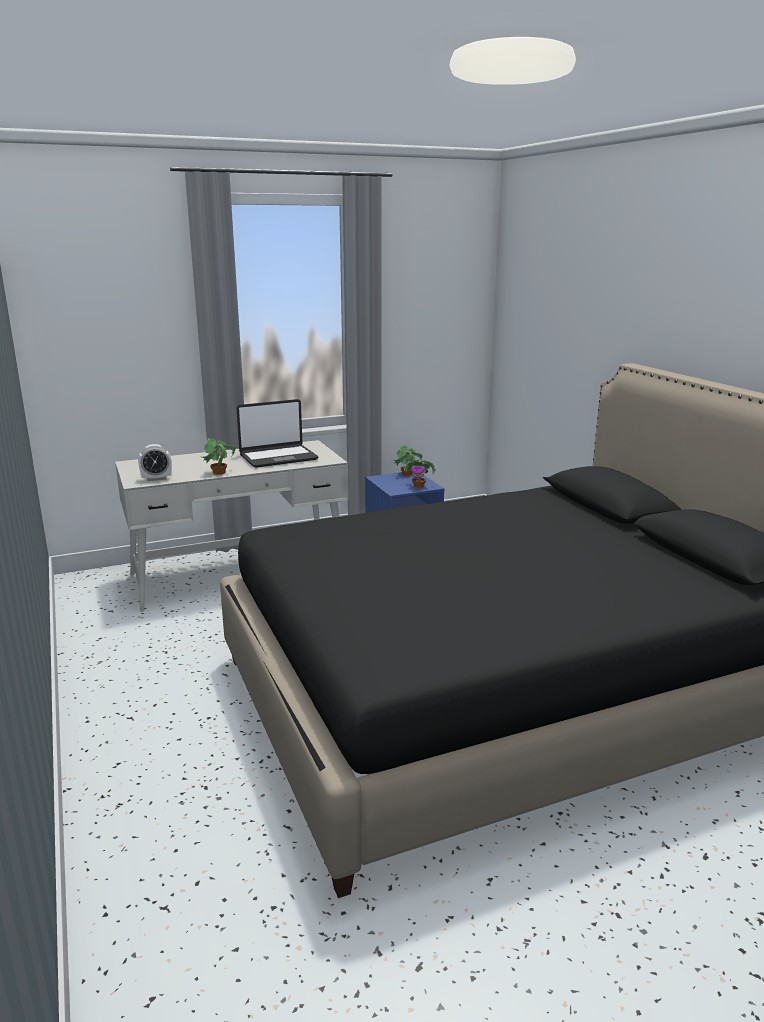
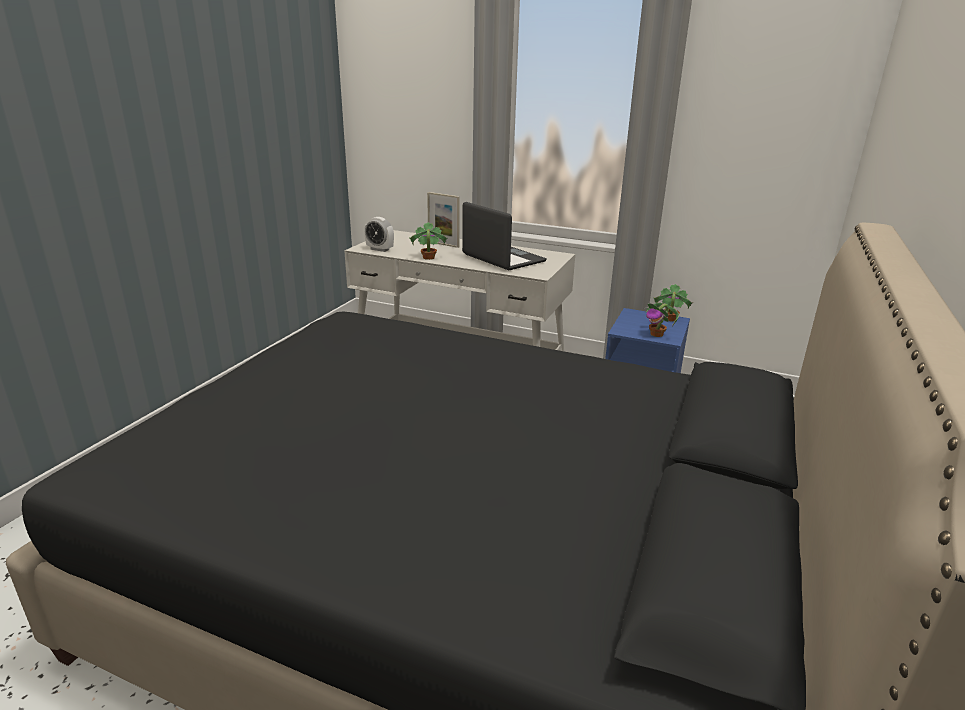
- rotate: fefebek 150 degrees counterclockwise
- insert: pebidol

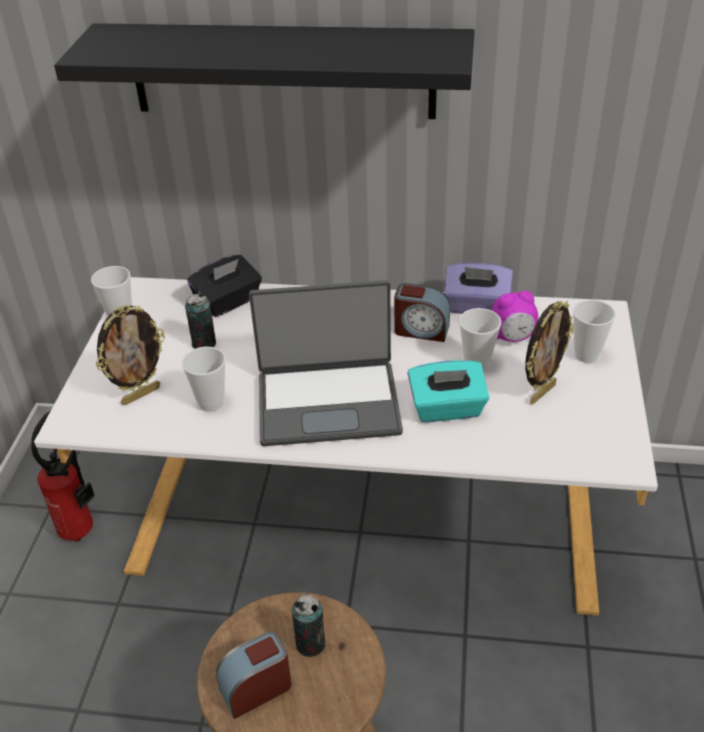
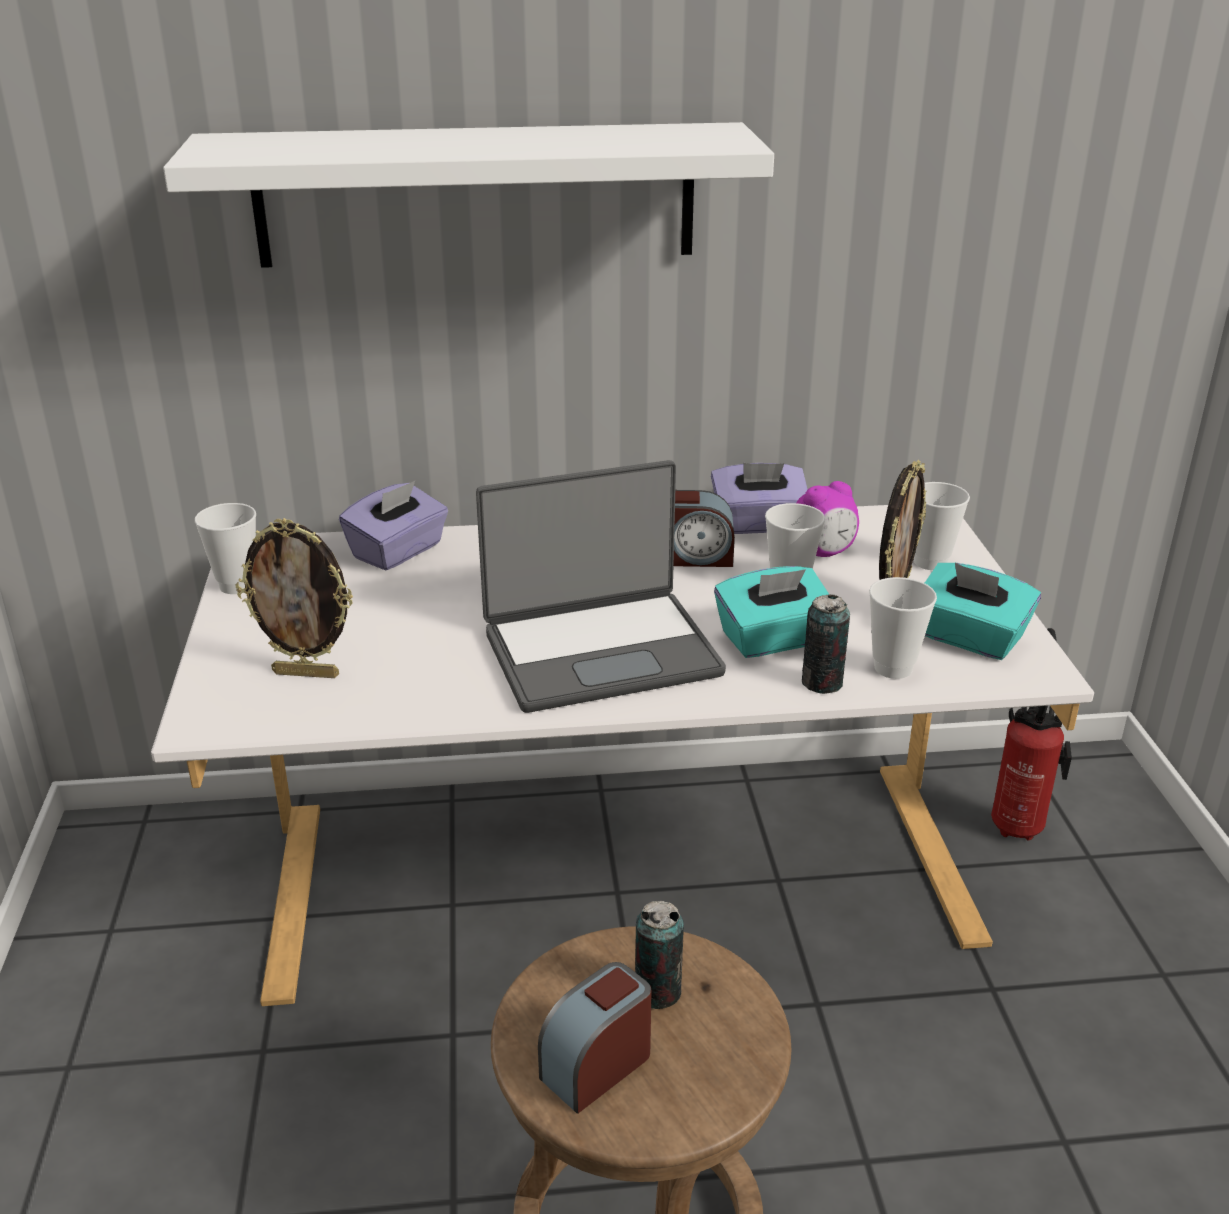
- move: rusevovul
- recolor: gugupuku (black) to gugupuku (white)
- rotate: pebidol (1st from left) 60 degrees clockwise
- move: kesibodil (2nd from left in the first image) to kesibodil (3rd from left)
- move: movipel (1st from left in the first image) to movipel (2nd from left)
- recolor: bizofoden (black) to bizofoden (purple) (1st from left)
- insert: bizofoden (turquoise) (2nd from left)

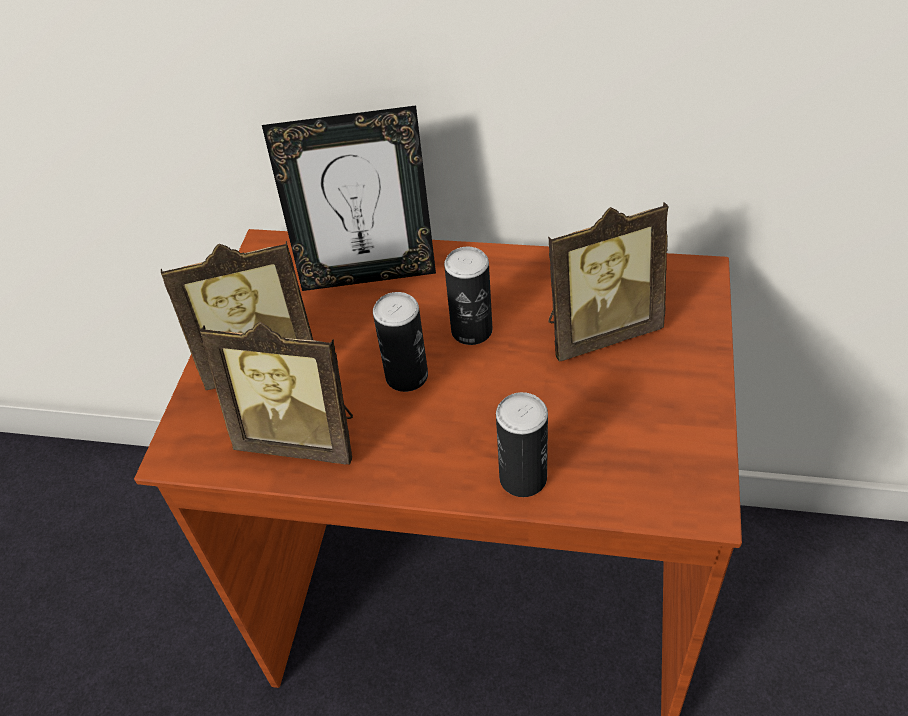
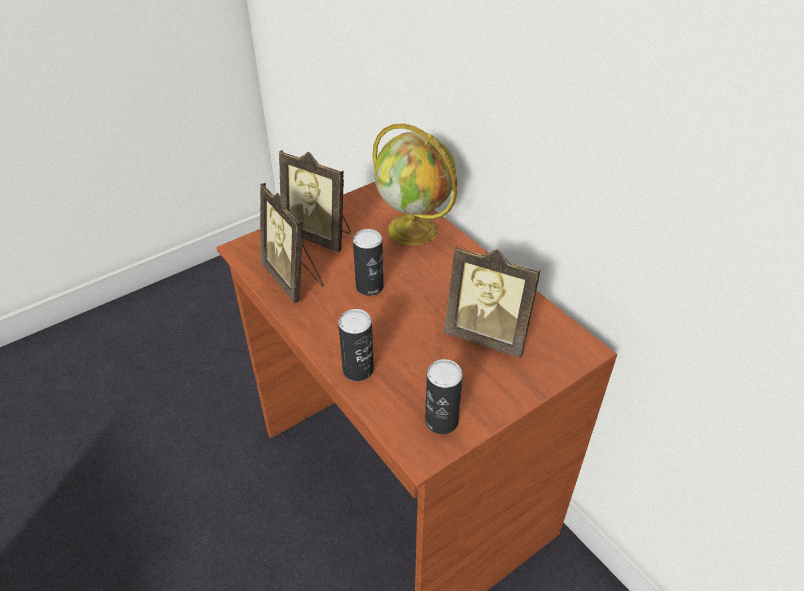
- replace: pebidol (3rd from left) to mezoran
- move: movipel (2nd from left in the first image) to movipel (3rd from left)

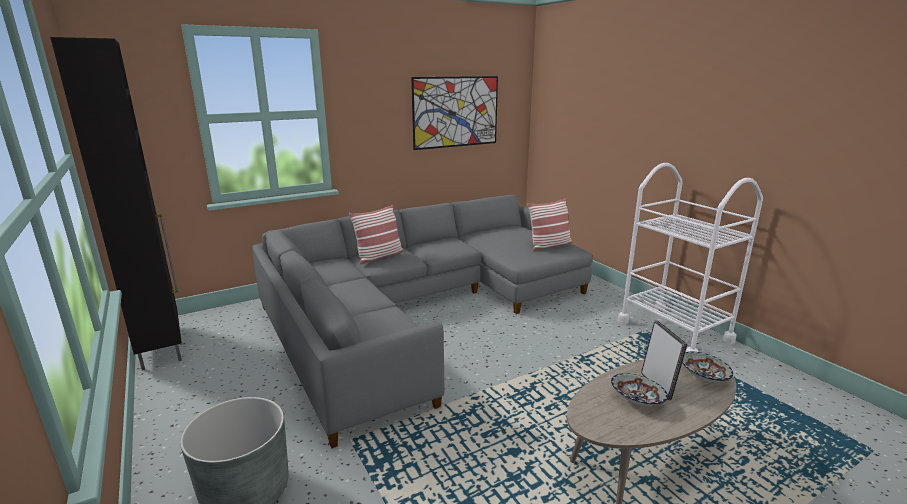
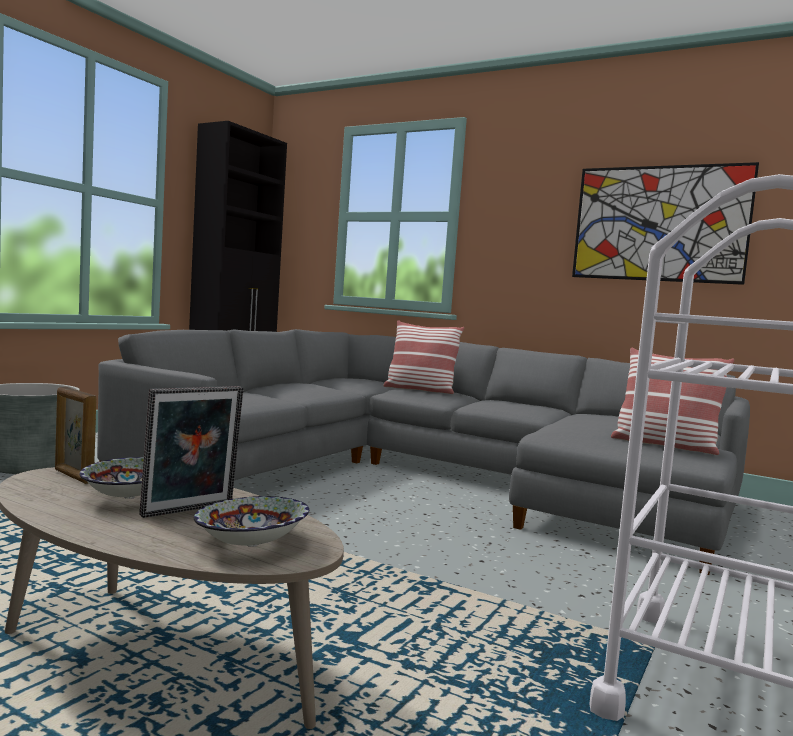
- insert: pebidol (1st from left)

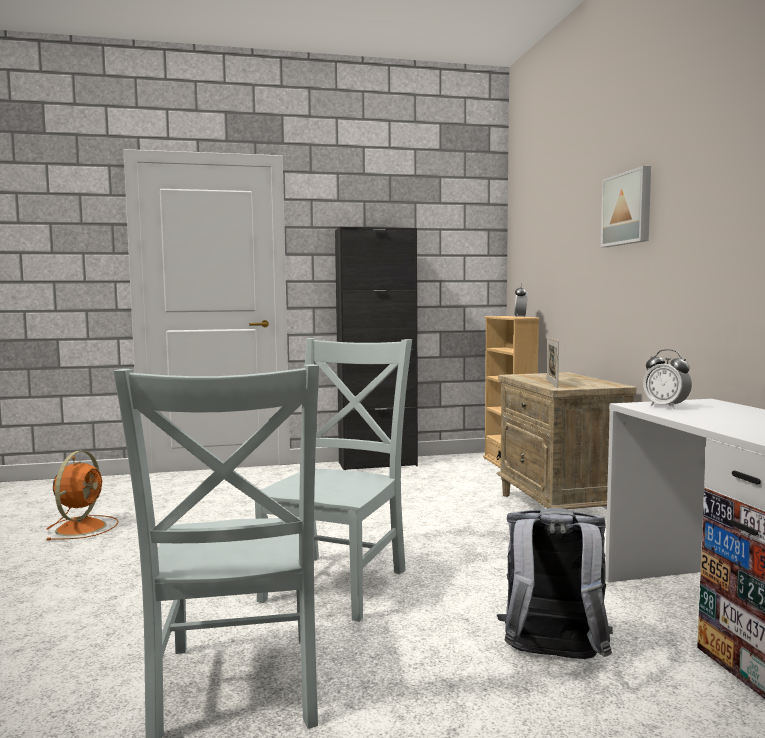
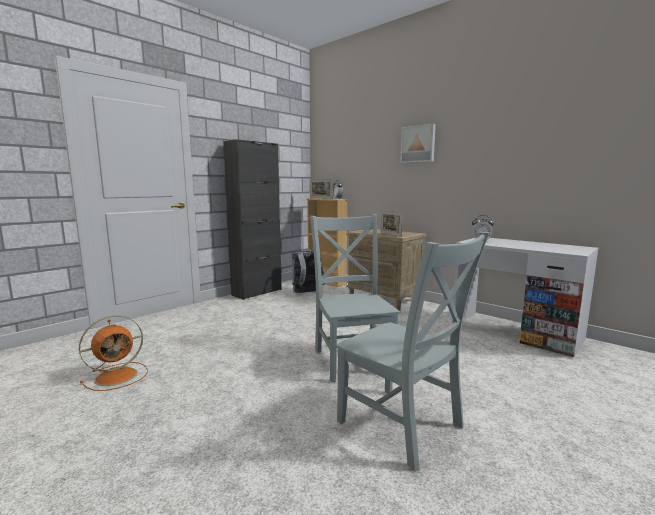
- rotate: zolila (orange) 75 degrees clockwise
- move: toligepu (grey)
- insert: pebidol (1st from left)

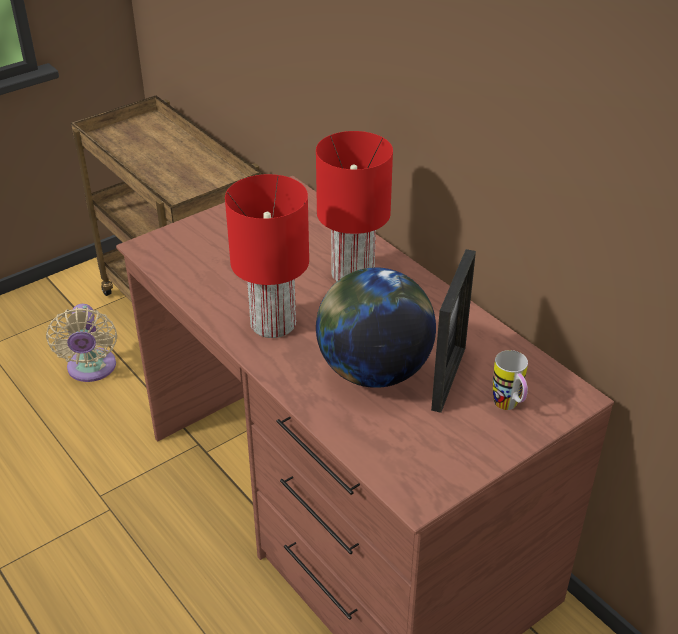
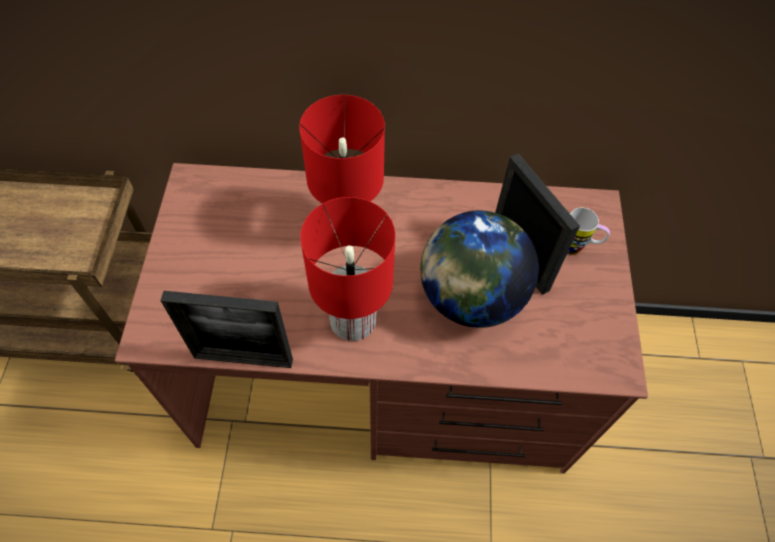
- delete: zolila (beige)
- insert: pebidol (1st from left)

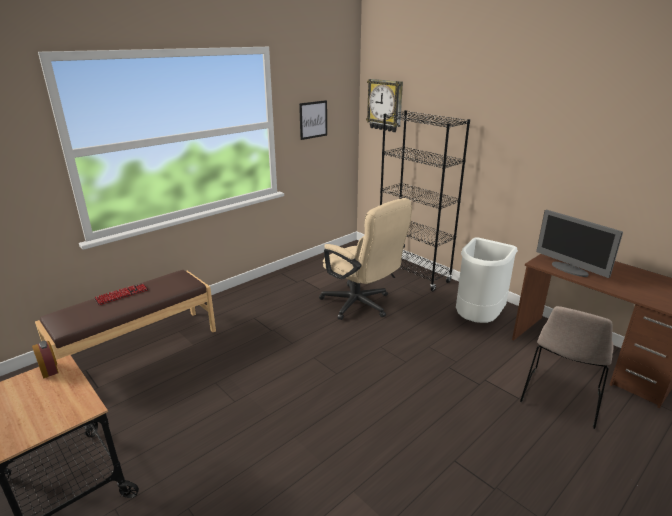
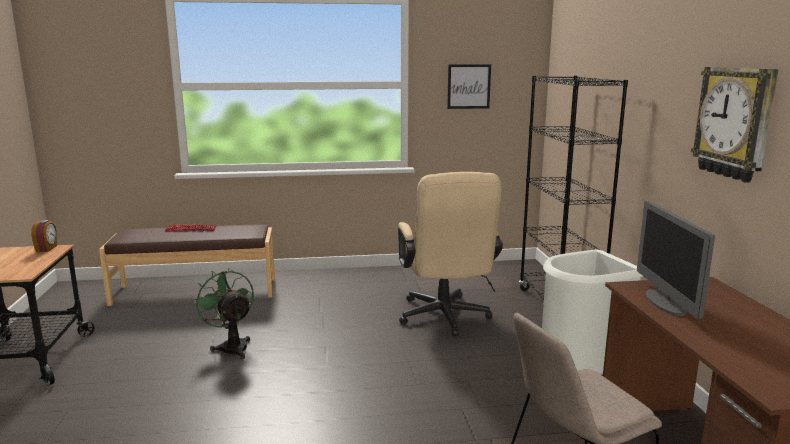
- move: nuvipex
- insert: zolila (green)

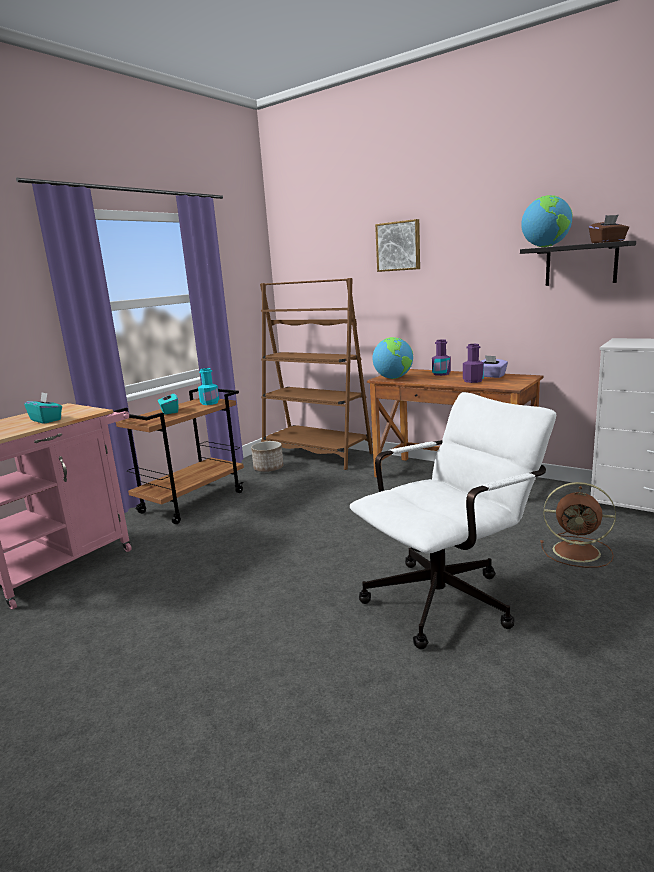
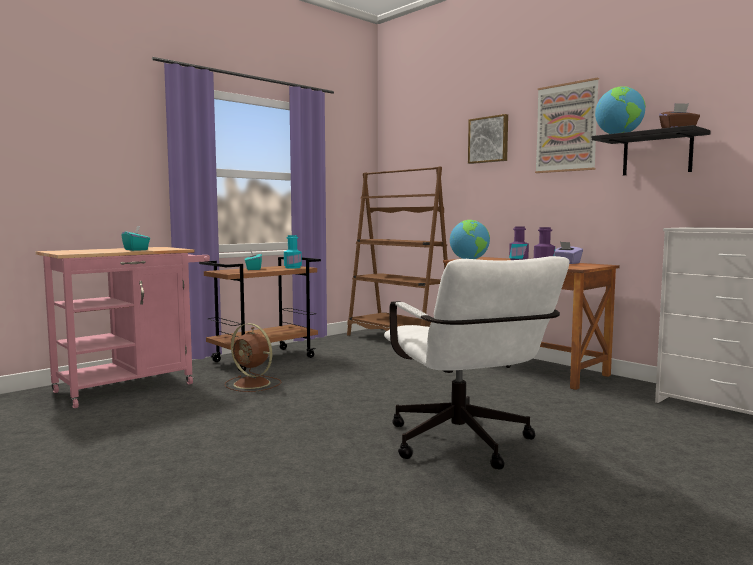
- delete: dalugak
- rotate: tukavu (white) 90 degrees clockwise
- move: zolila (brown)
- insert: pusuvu (2nd from left)

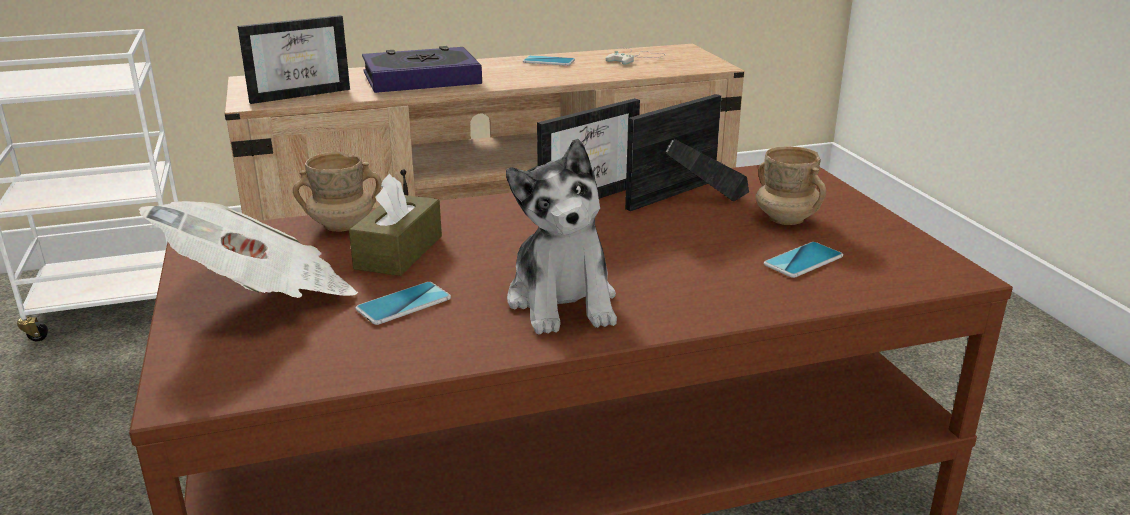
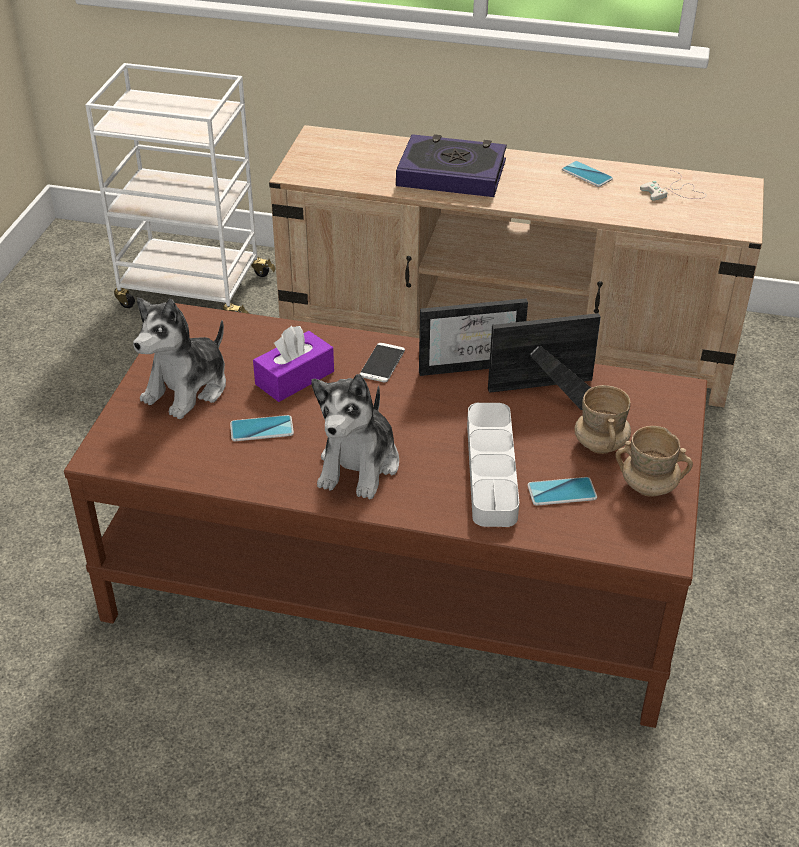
- replace: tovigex to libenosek (1st from left)
- delete: pebidol (1st from left)
- move: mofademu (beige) (1st from left in the first image) to mofademu (beige) (2nd from left)
- recolor: bizofoden (brown) to bizofoden (purple)
- insert: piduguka (2nd from left)
- insert: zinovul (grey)

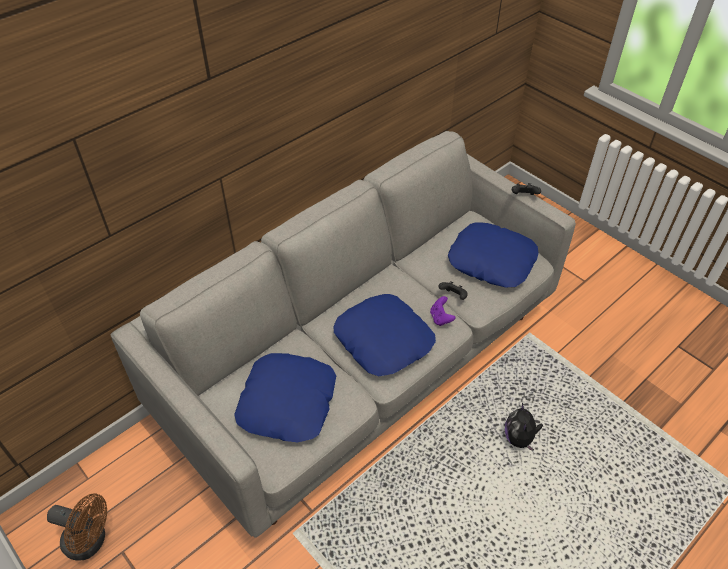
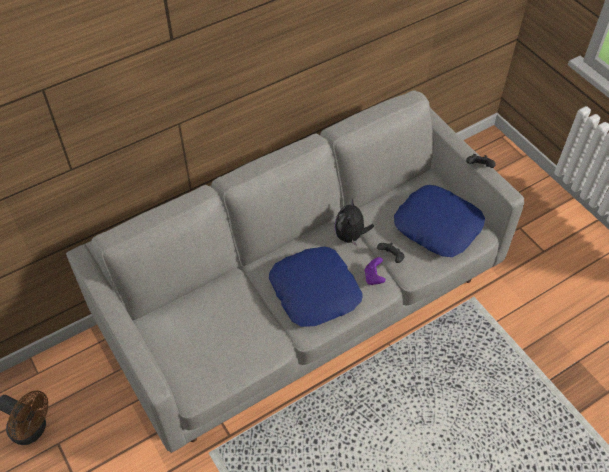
- delete: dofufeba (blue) (1st from left)
- move: libenosek

